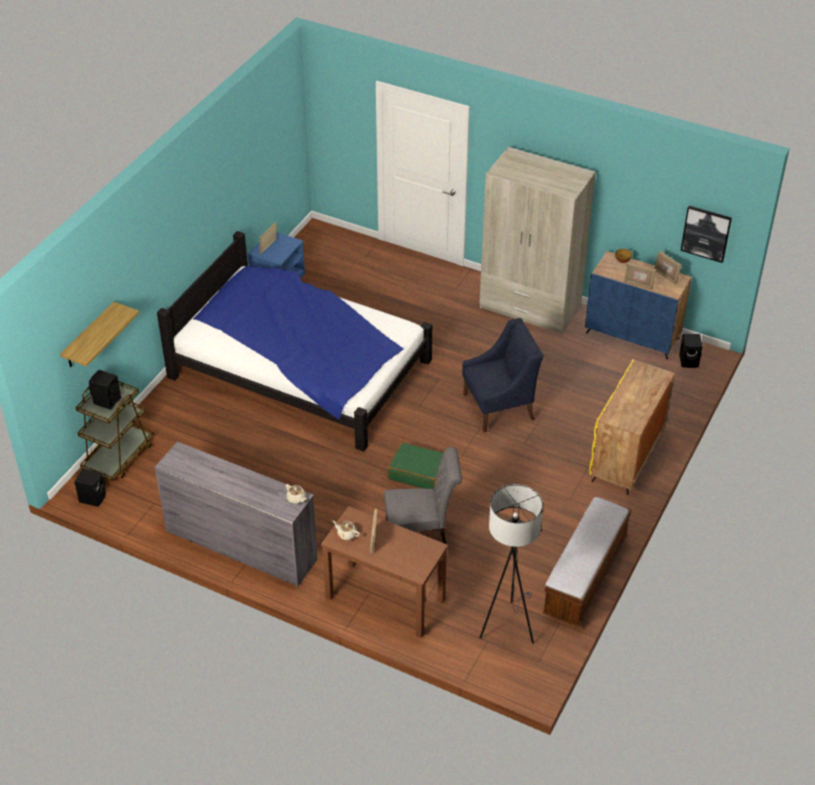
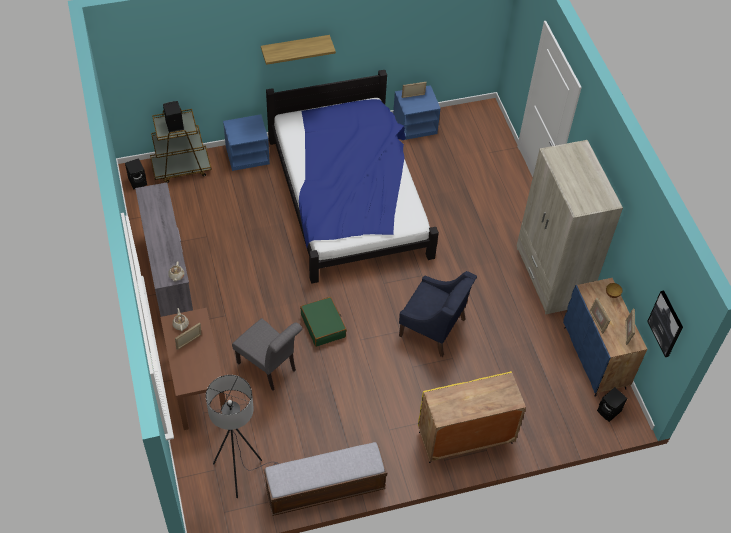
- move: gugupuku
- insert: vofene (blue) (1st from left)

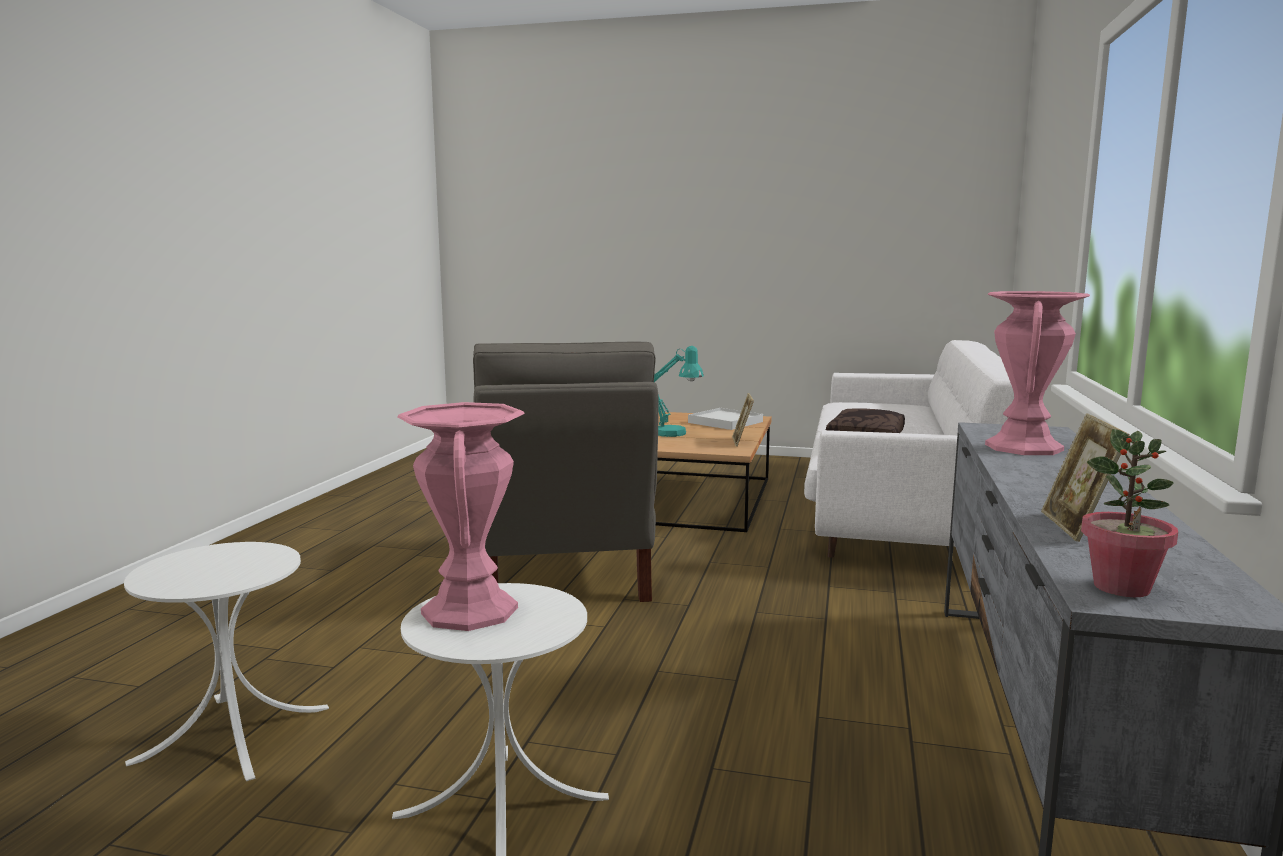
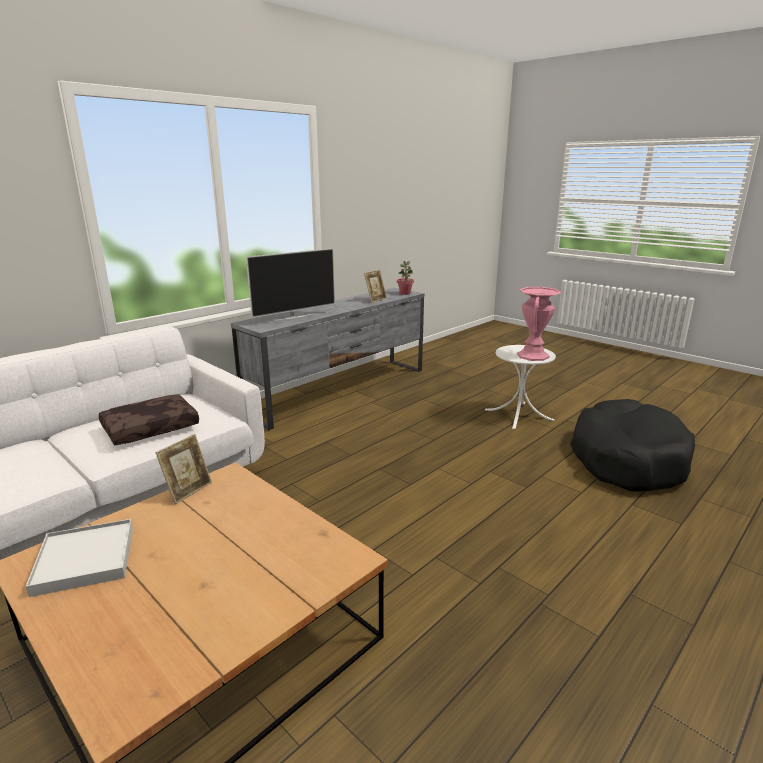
- replace: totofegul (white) (1st from left) to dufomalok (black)
- delete: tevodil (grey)
- delete: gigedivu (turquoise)
- replace: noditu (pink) (2nd from left) to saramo

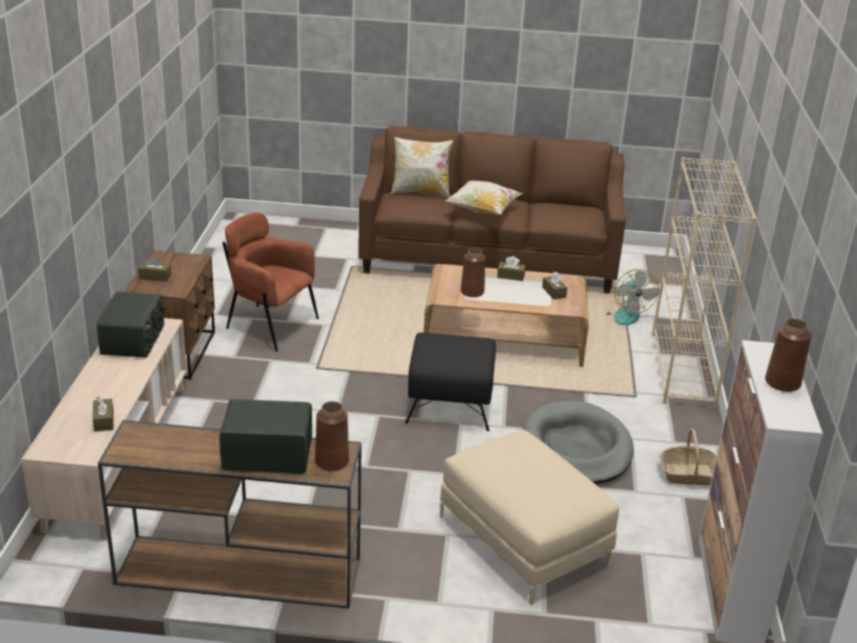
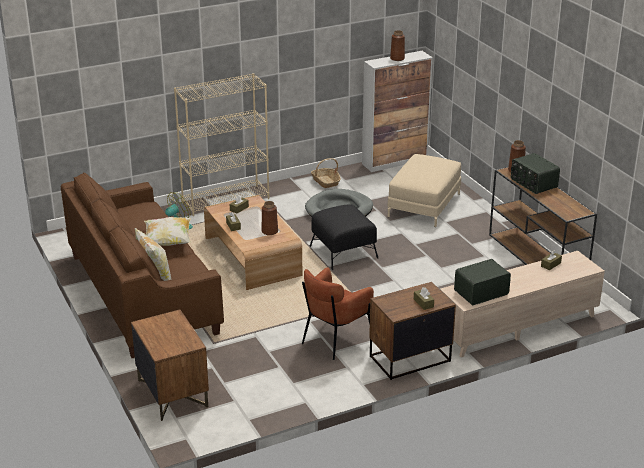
- rotate: tevodil (brown) 45 degrees clockwise
- insert: vofene (brown) (1st from left)

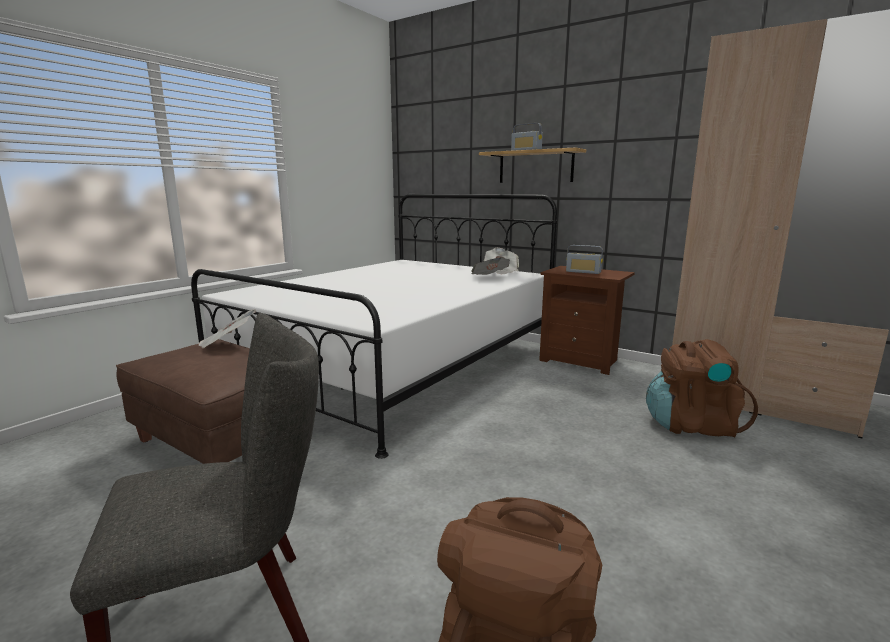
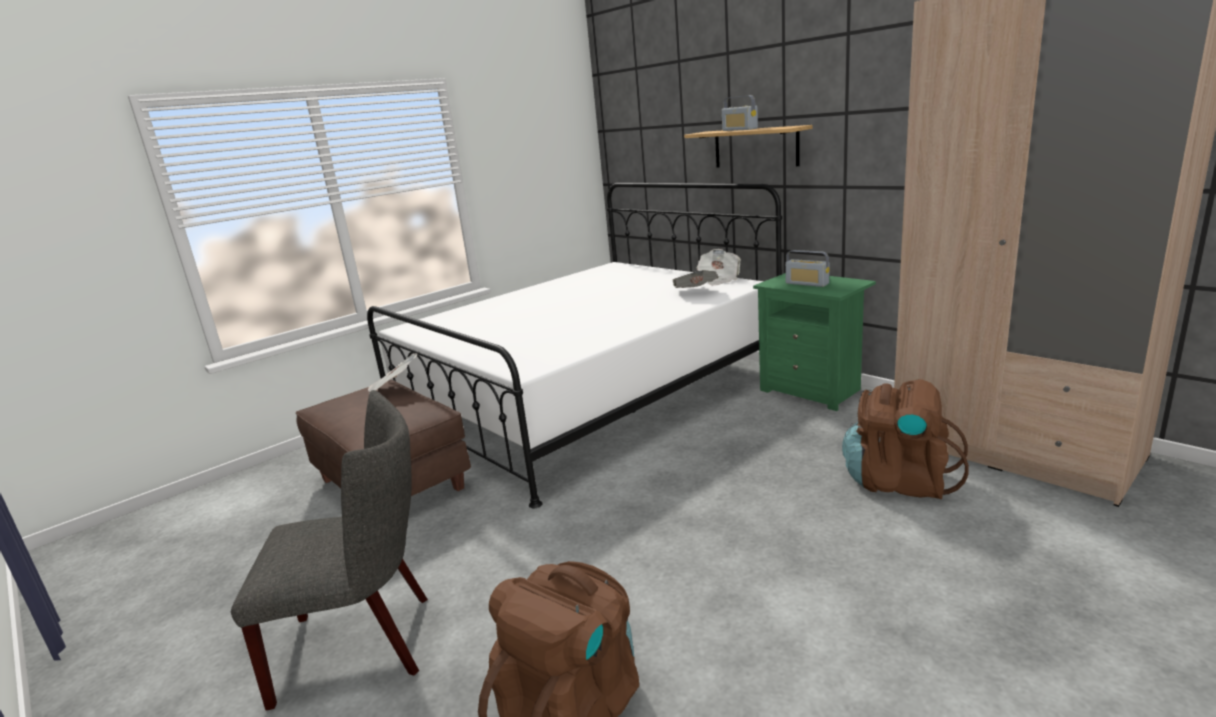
- recolor: vofene (brown) to vofene (green)

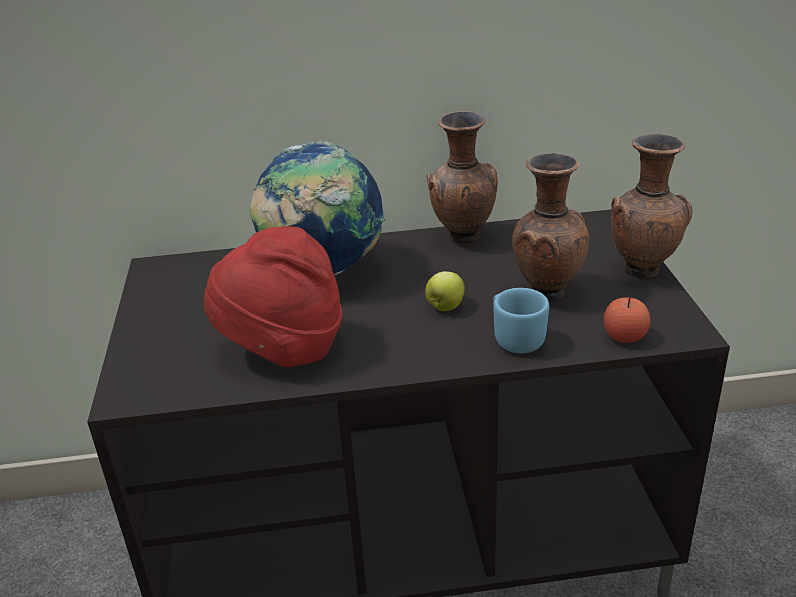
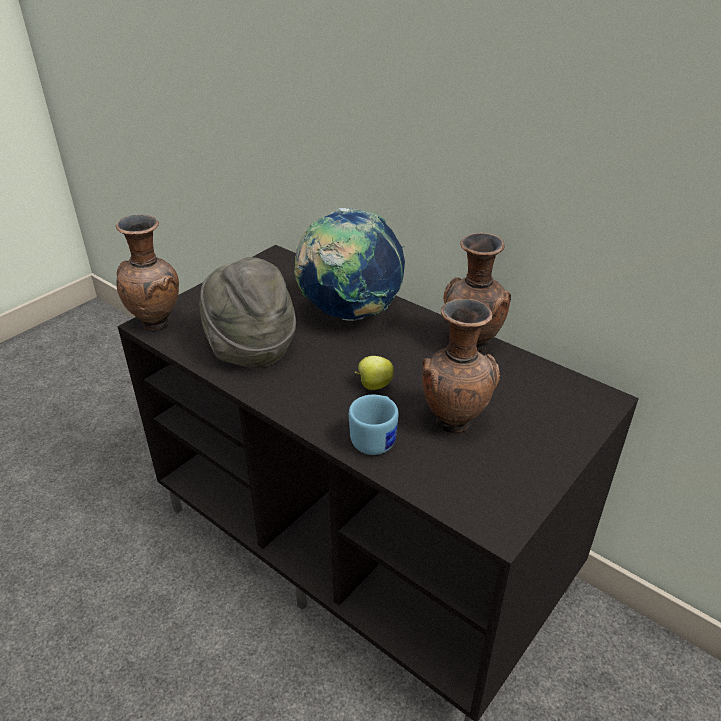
- recolor: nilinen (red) to nilinen (grey)
- delete: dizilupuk (2nd from left)
- move: noditu (brown) (3rd from left in the first image) to noditu (brown) (1st from left)

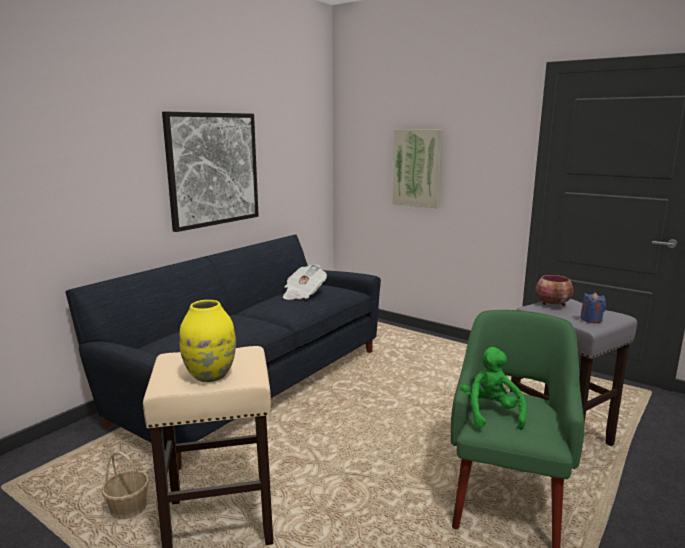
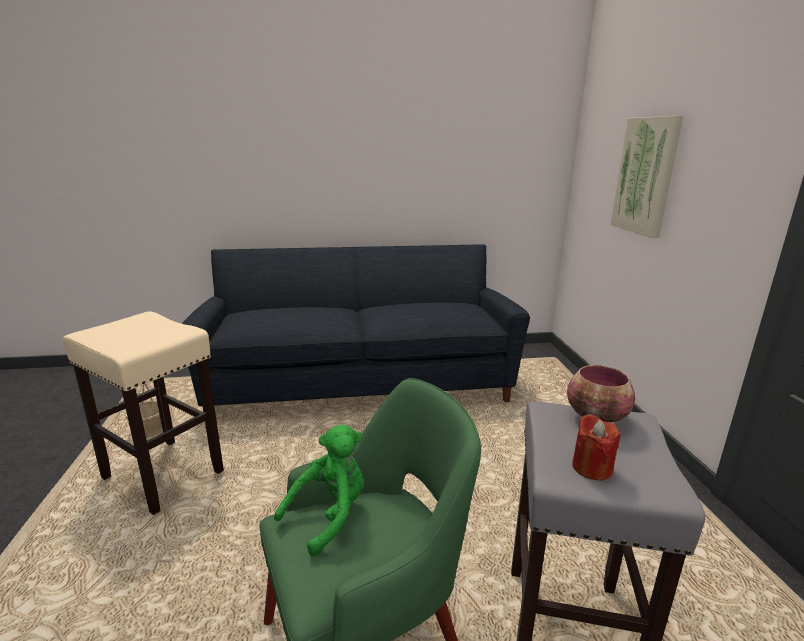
- delete: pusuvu (1st from left)
- delete: noditu (yellow)
- delete: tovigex
- recolor: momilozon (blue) to momilozon (red)

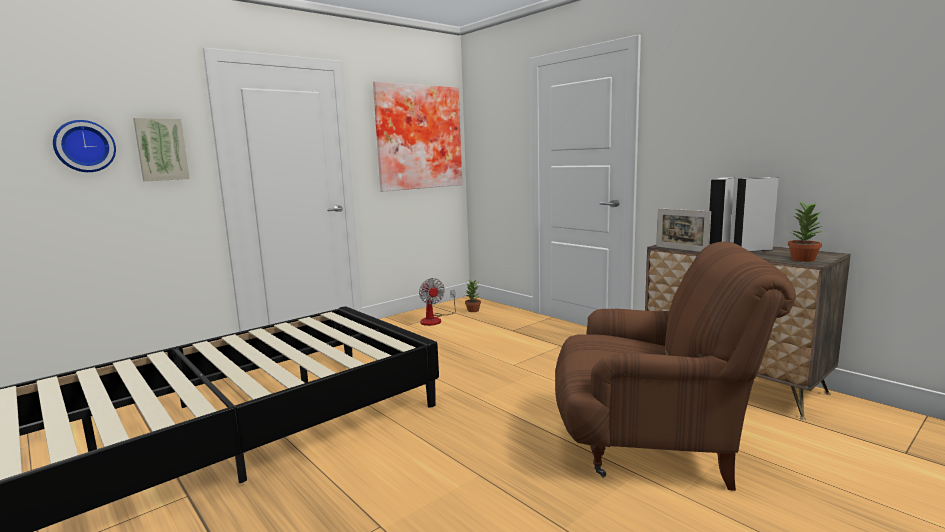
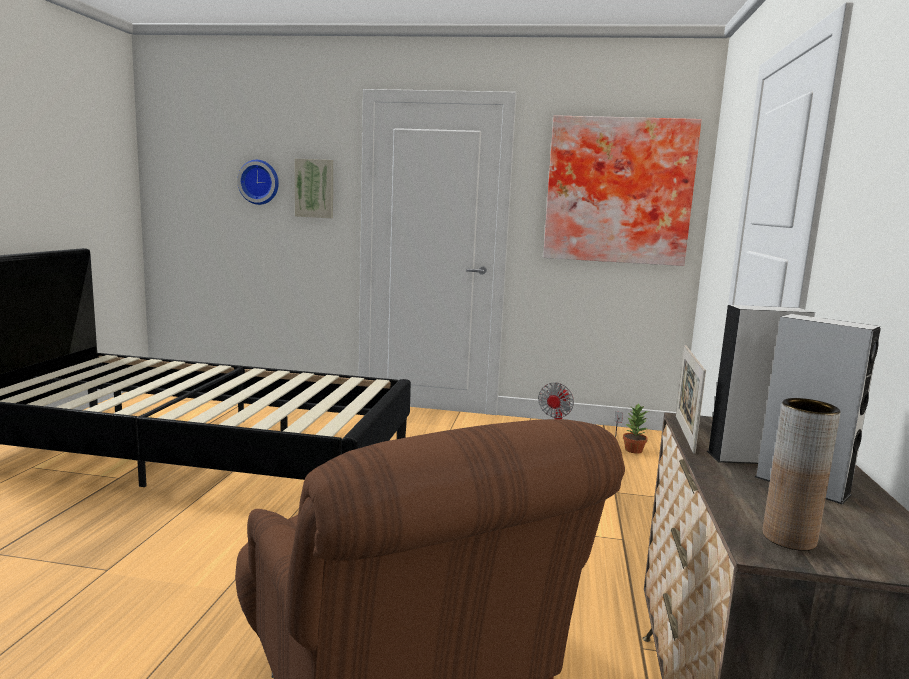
- replace: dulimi (2nd from left) to noditu (brown)

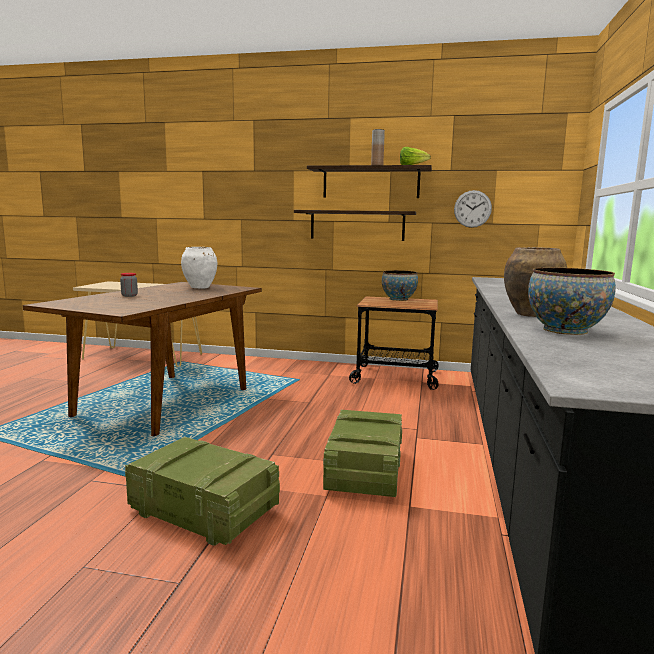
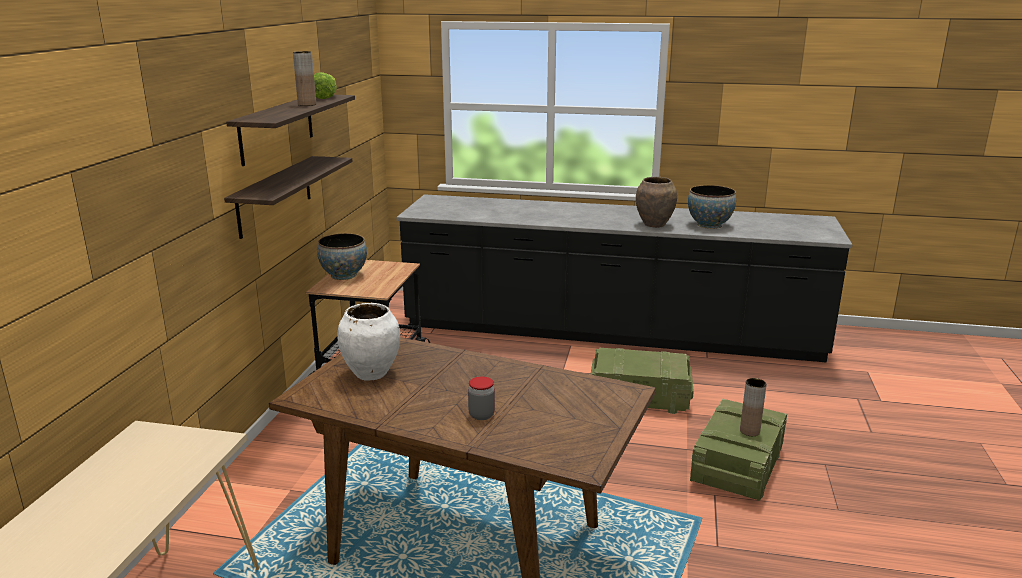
- delete: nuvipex
- insert: noditu (brown) (3rd from left)

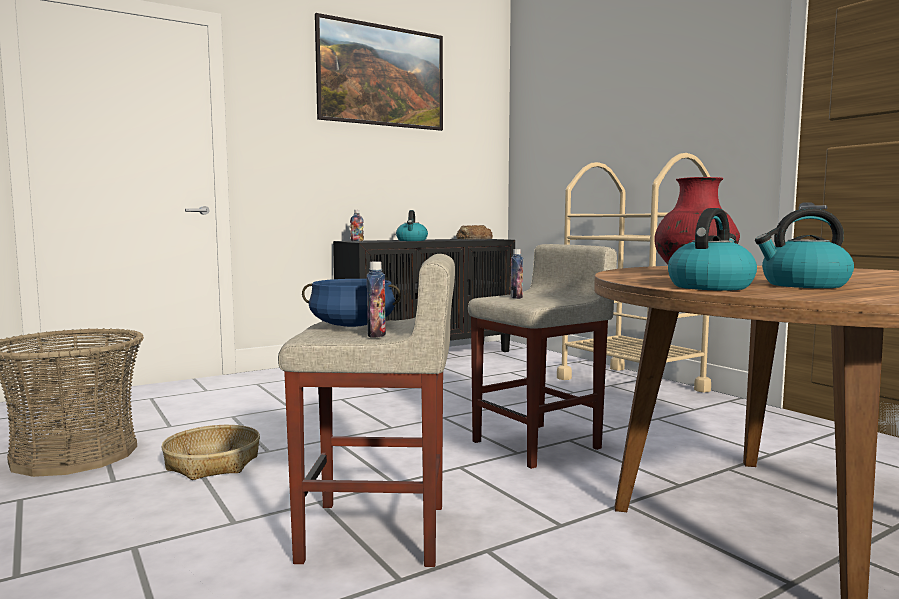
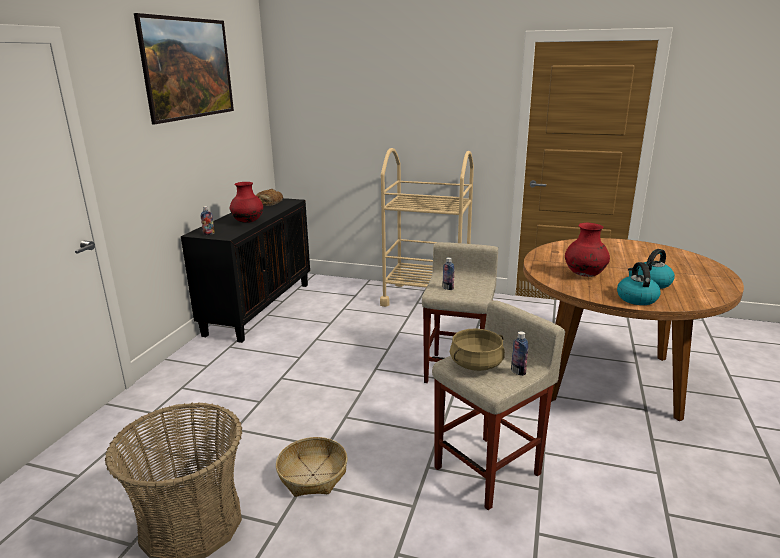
- recolor: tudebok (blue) to tudebok (beige)
- replace: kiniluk (1st from left) to noditu (red) (1st from left)

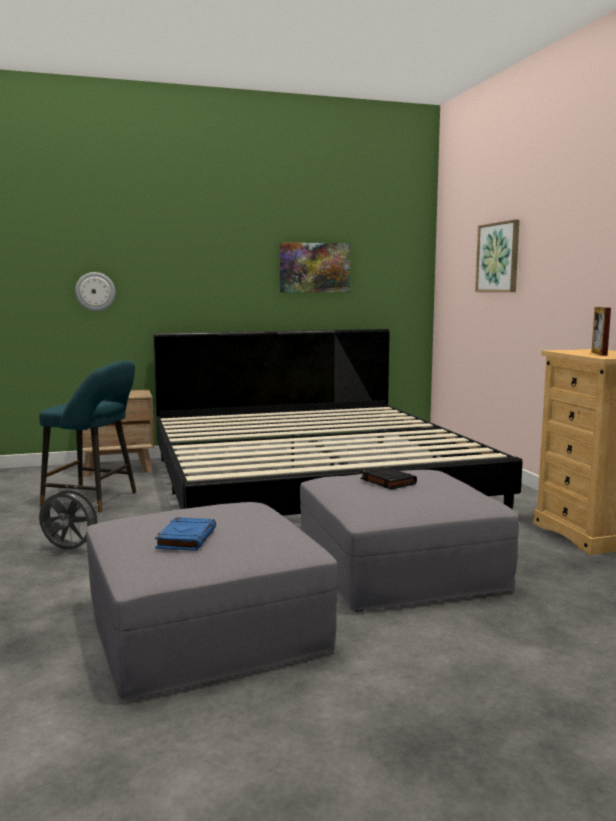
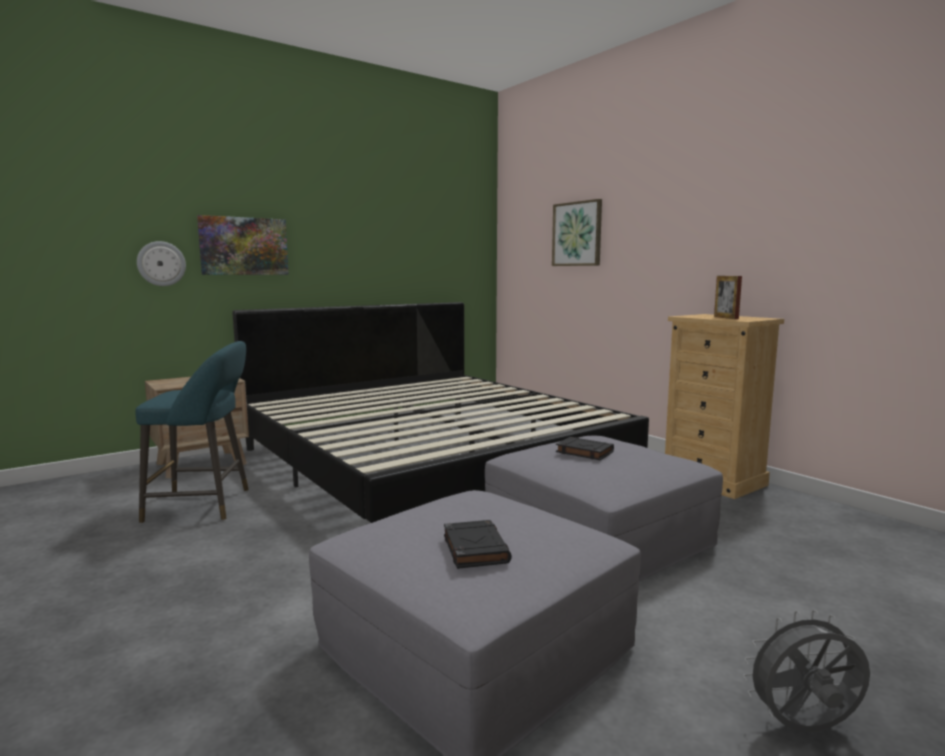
- move: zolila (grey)
- recolor: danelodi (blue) to danelodi (black) (1st from left)
- move: pusuvu (1st from left)

